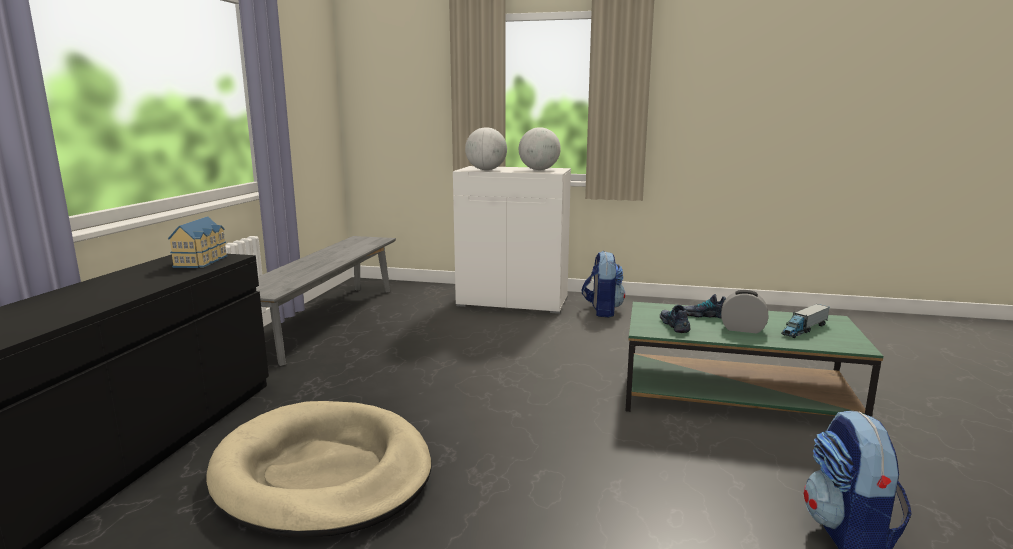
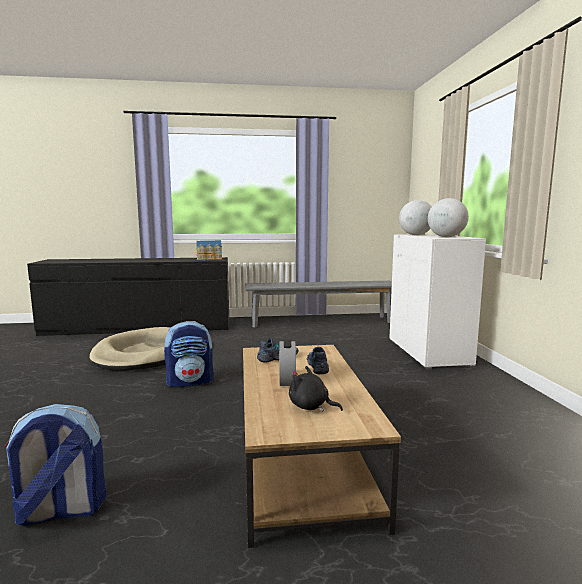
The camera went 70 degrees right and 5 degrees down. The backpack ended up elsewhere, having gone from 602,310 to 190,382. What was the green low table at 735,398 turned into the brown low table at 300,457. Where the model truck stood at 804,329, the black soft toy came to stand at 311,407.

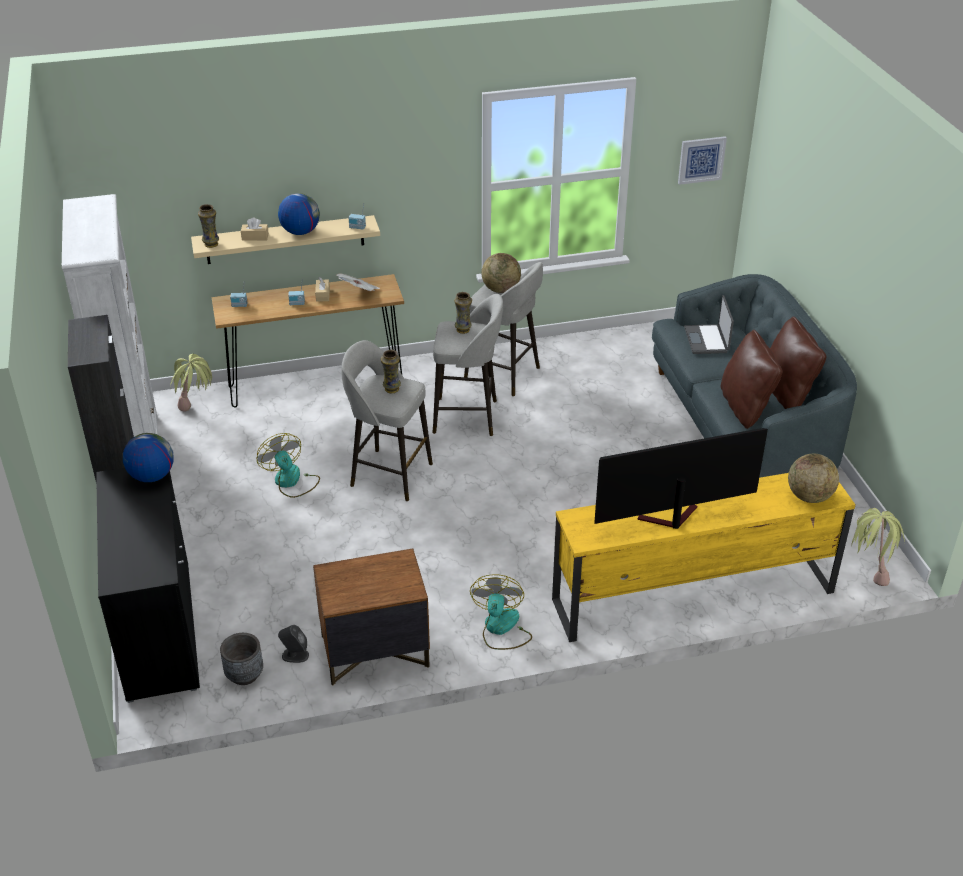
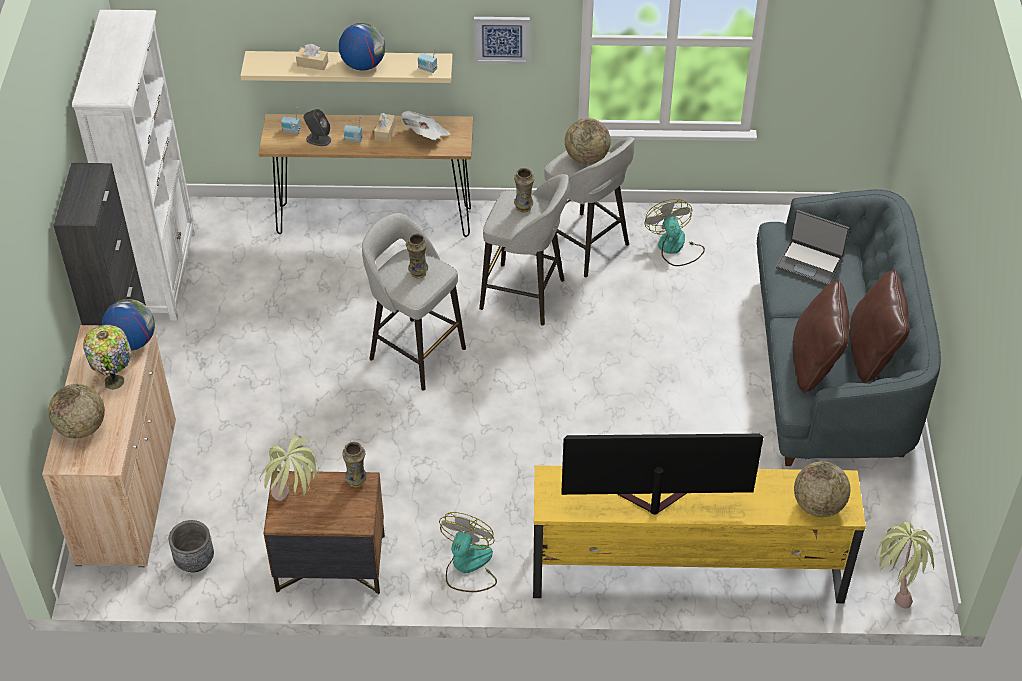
The camera went 15 degrees right and 10 degrees up. The picture ended up elsewhere, having gone from 701,159 to 502,39. The vase ended up elsewhere, having gone from 211,244 to 356,481. The portable computer at 707,340 ended up facing another way, 75 degrees counterclockwise from before. The plant in a pot ended up elsewhere, having gone from 198,412 to 296,506. The cooling fan ended up elsewhere, having gone from 291,481 to 674,248. What was the black storage cabinet at 159,630 turned into the beige storage cabinet at 127,491. The gray audio speaker ended up elsewhere, having gone from 295,655 to 318,139. The second view gained the table lamp at 115,380. The second view gained the globe at 82,428.

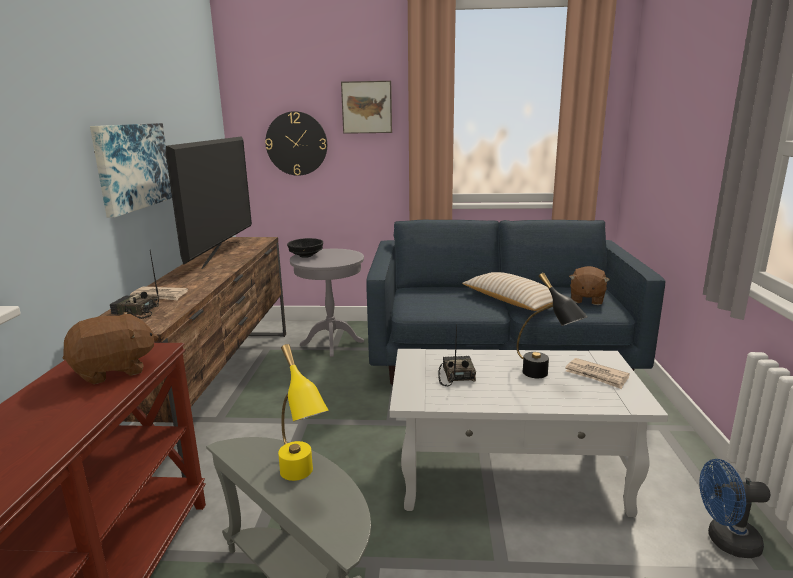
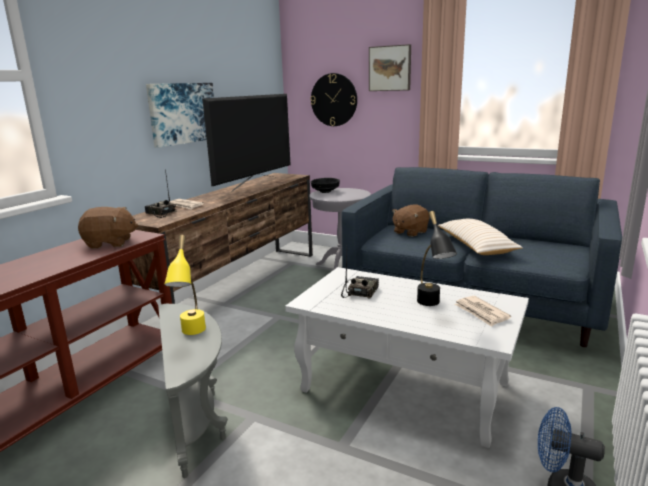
The camera went 25 degrees right and 0 degrees up. The brown soft toy ended up elsewhere, having gone from 586,299 to 410,232.

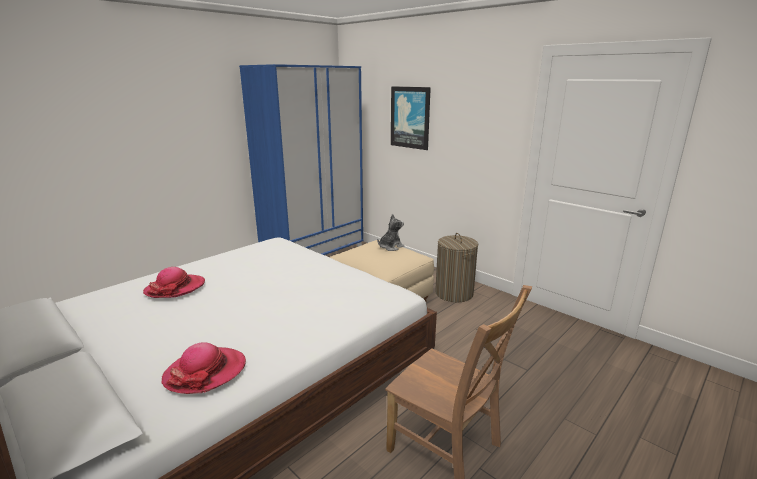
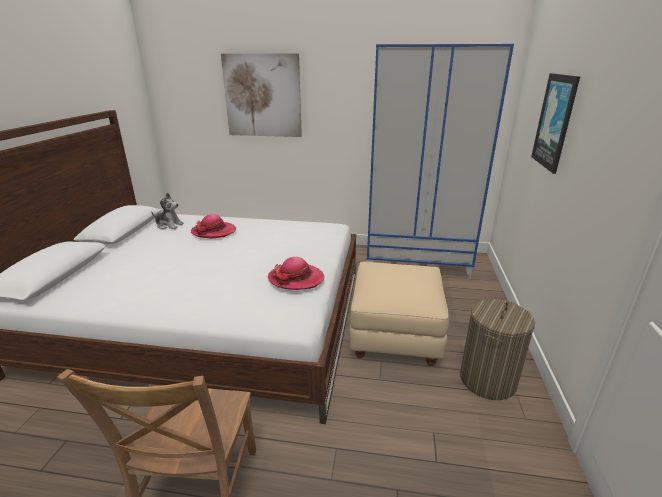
The camera went 55 degrees right and 5 degrees up. The soft toy ended up elsewhere, having gone from 390,247 to 169,225. The clothing hat ended up elsewhere, having gone from 205,372 to 296,279. The second view gained the picture at 262,96.

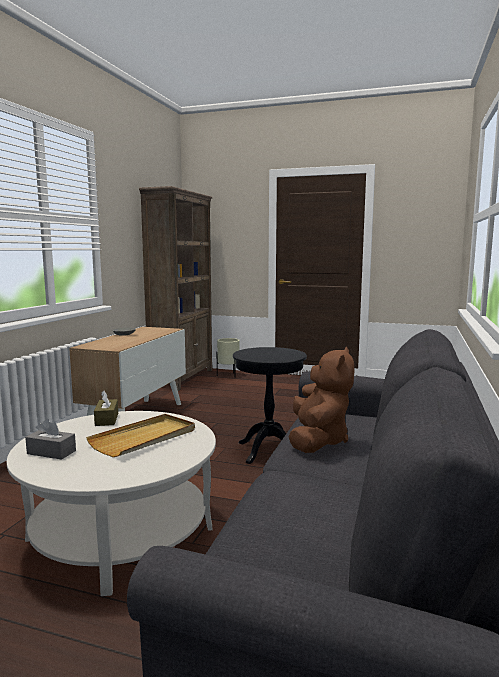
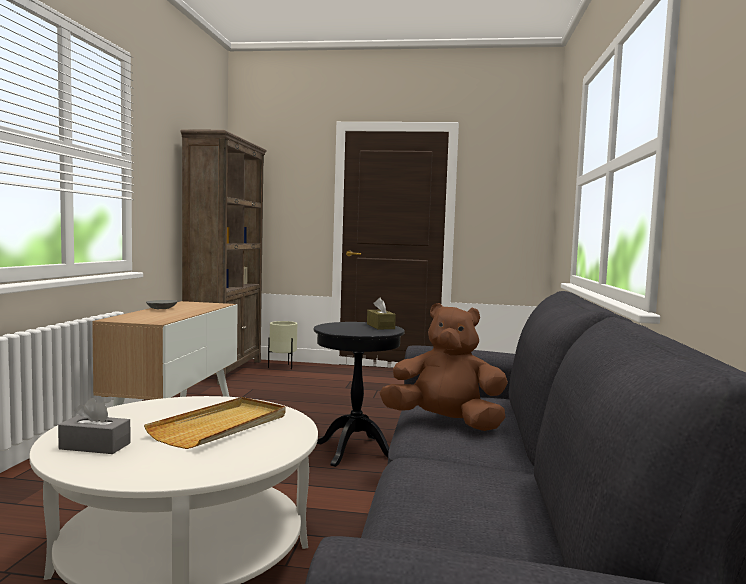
The camera went 10 degrees left and 5 degrees down. The brown soft toy at 318,440 ended up facing another way, 75 degrees counterclockwise from before. The brown tissue holder ended up elsewhere, having gone from 107,419 to 380,326.

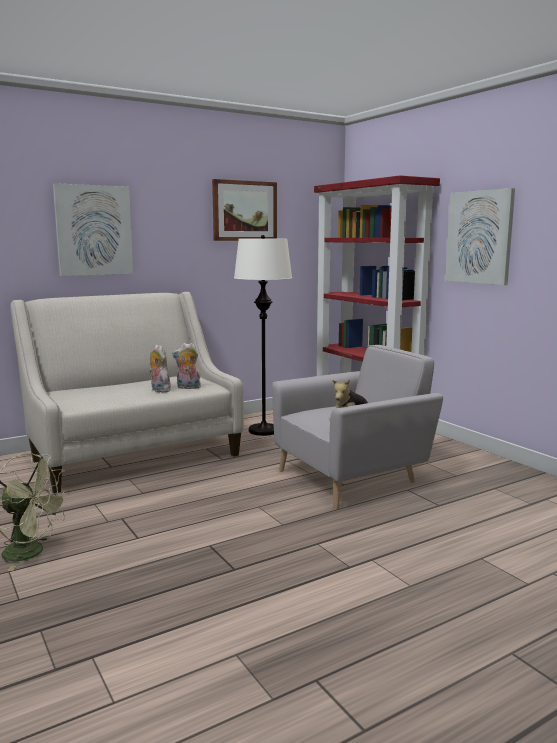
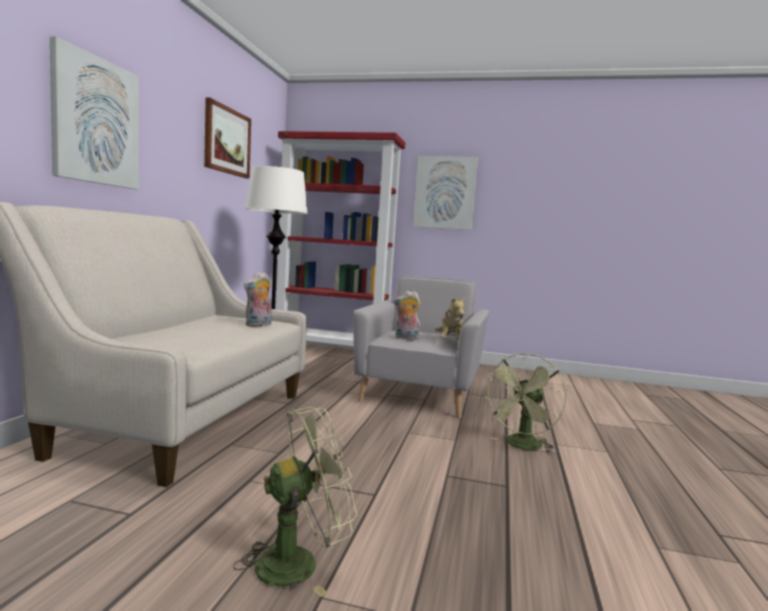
The camera went 45 degrees left and 5 degrees down. The soft toy ended up elsewhere, having gone from 159,390 to 406,338. The second view gained the green cooling fan at 521,446.

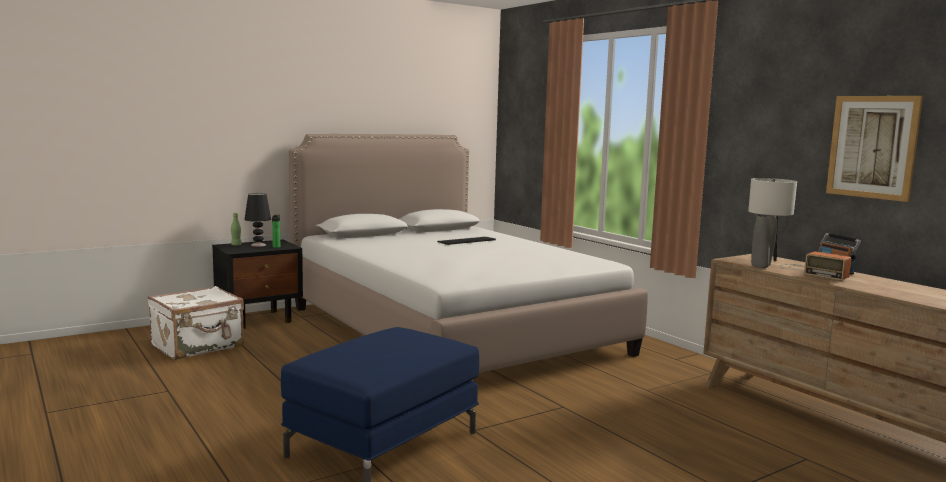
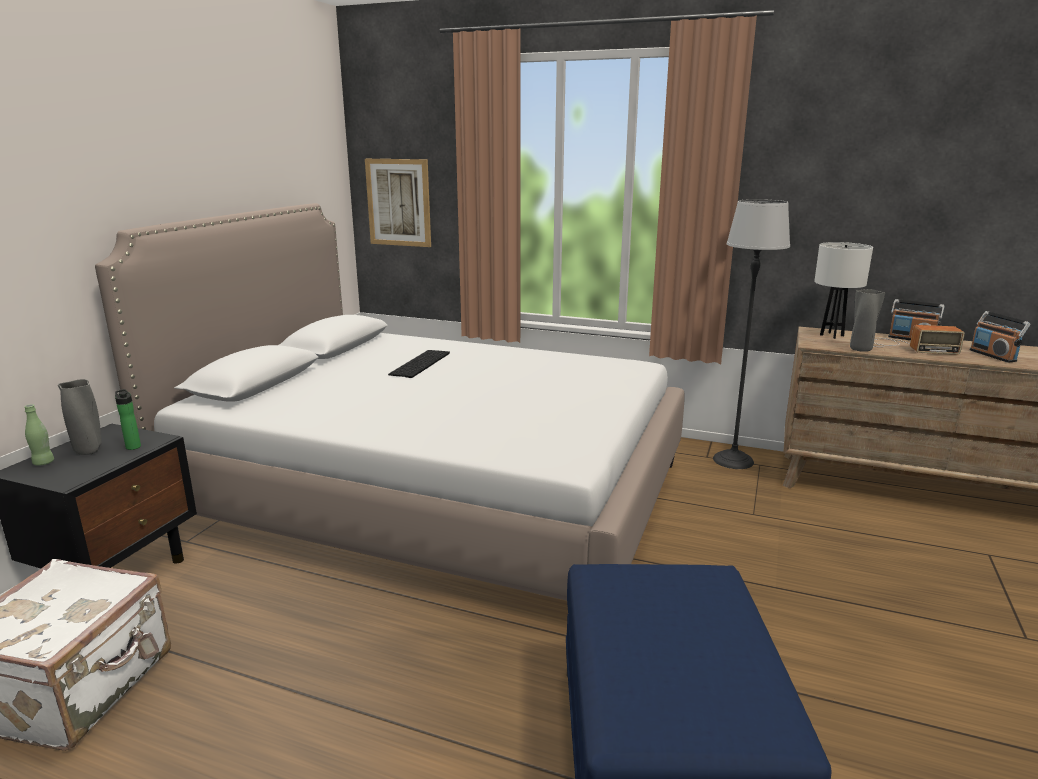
The camera went 35 degrees left and 10 degrees up. The picture ended up elsewhere, having gone from 872,147 to 398,202. Where the black table lamp stood at 258,245, the gray vase came to stand at 89,451. The second view gained the standard lamp at 733,460. The second view gained the radio at 993,355.

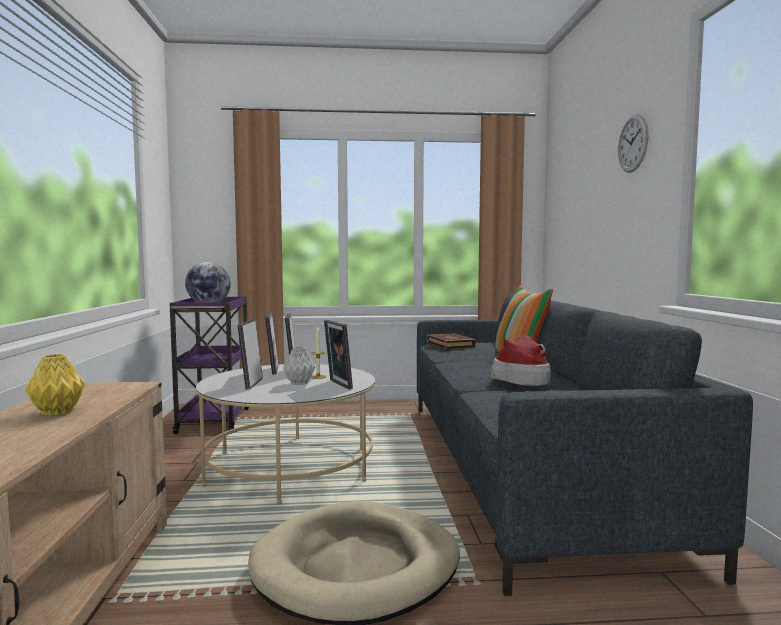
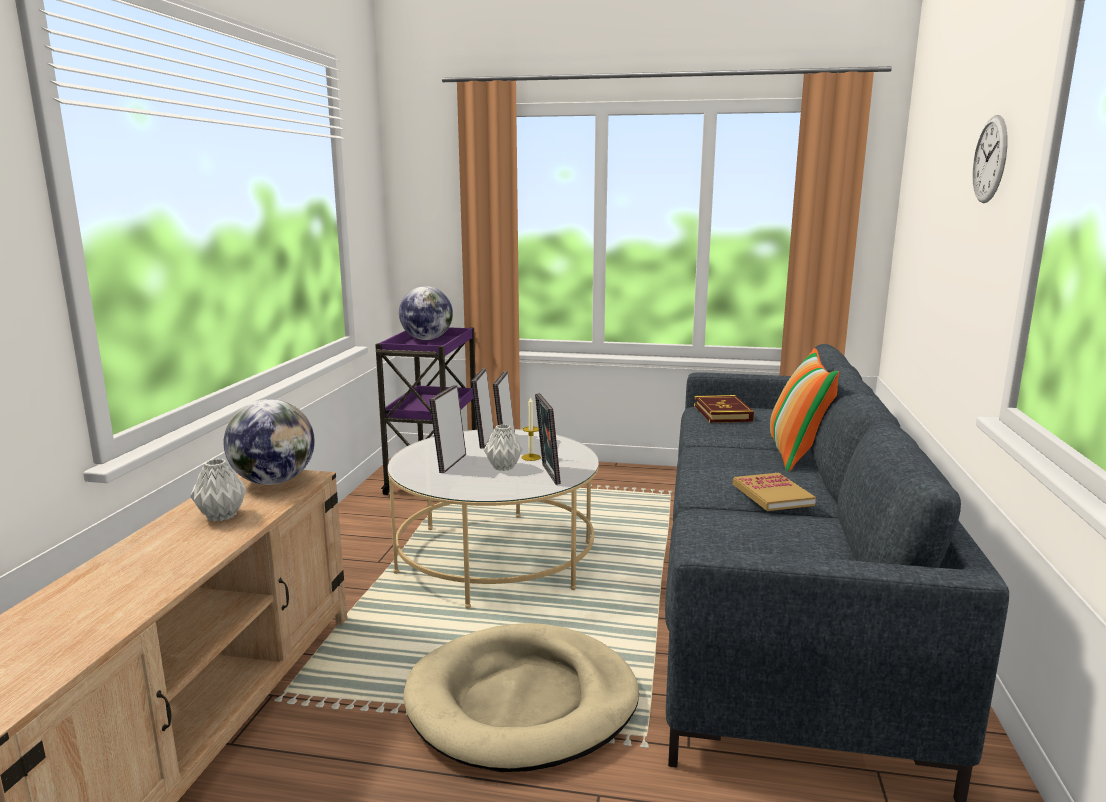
The camera went 15 degrees right and 10 degrees up. Where the clothing hat stood at 523,378, the book came to stand at 772,495. What was the yellow vase at 56,412 turned into the gray vase at 220,516. The second view gained the globe at 274,481.

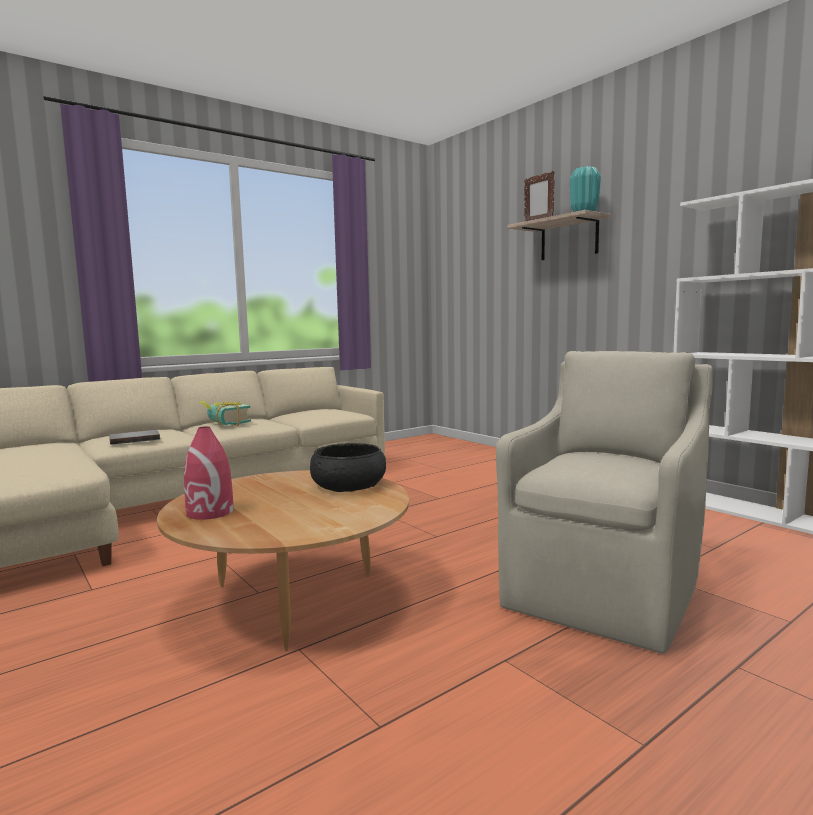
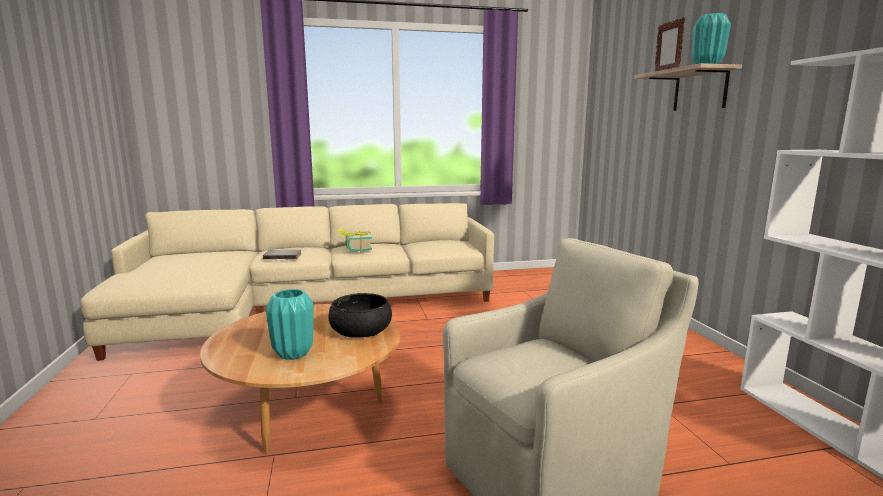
The camera went 25 degrees right and 5 degrees up. The second view lost the red vase at 210,512. The second view gained the blue-green vase at 293,354.

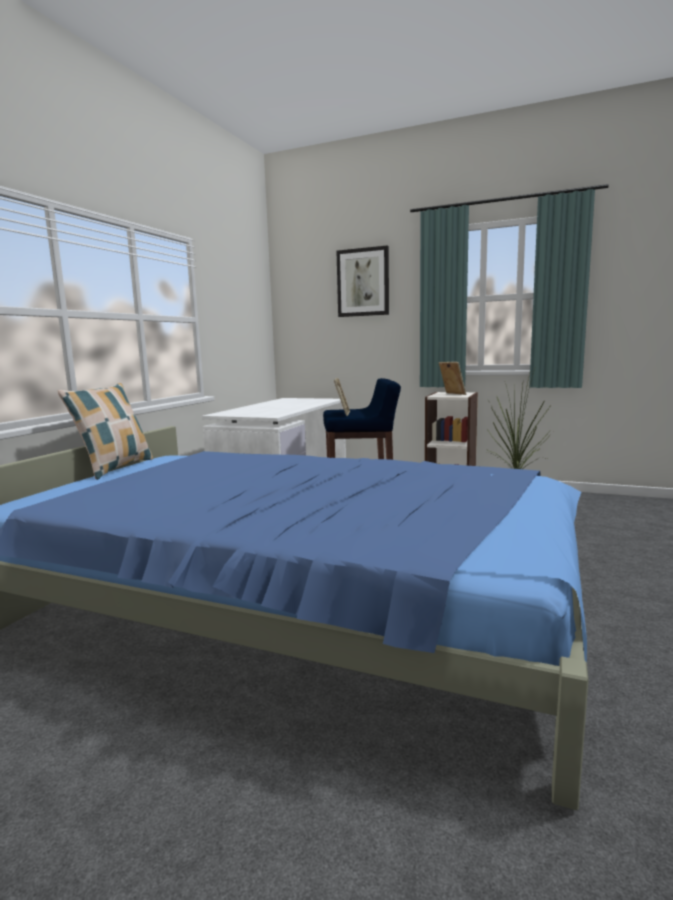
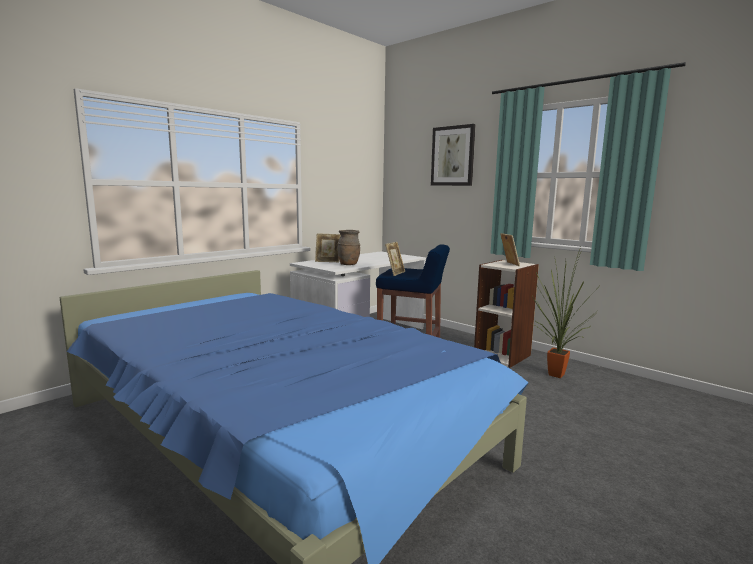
The camera went 20 degrees right and 0 degrees up. The second view lost the pillow at 115,468. The second view gained the brown vase at 348,264. The second view gained the standing frame at 328,261.

